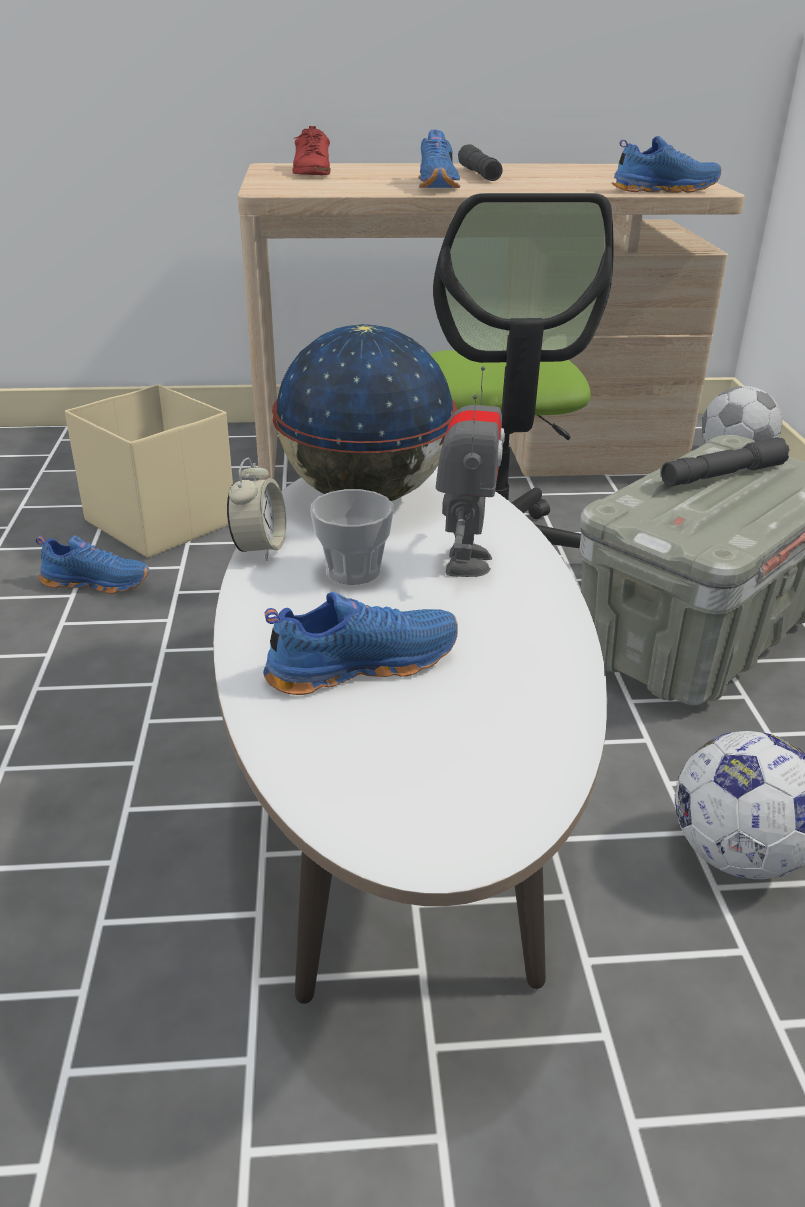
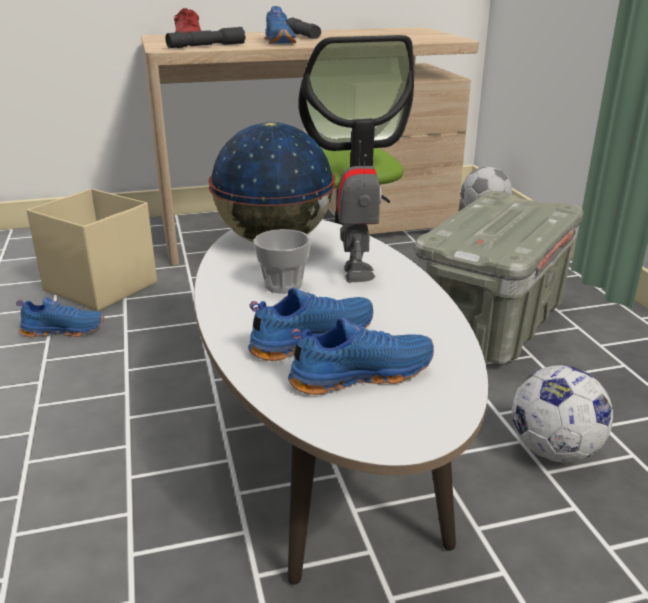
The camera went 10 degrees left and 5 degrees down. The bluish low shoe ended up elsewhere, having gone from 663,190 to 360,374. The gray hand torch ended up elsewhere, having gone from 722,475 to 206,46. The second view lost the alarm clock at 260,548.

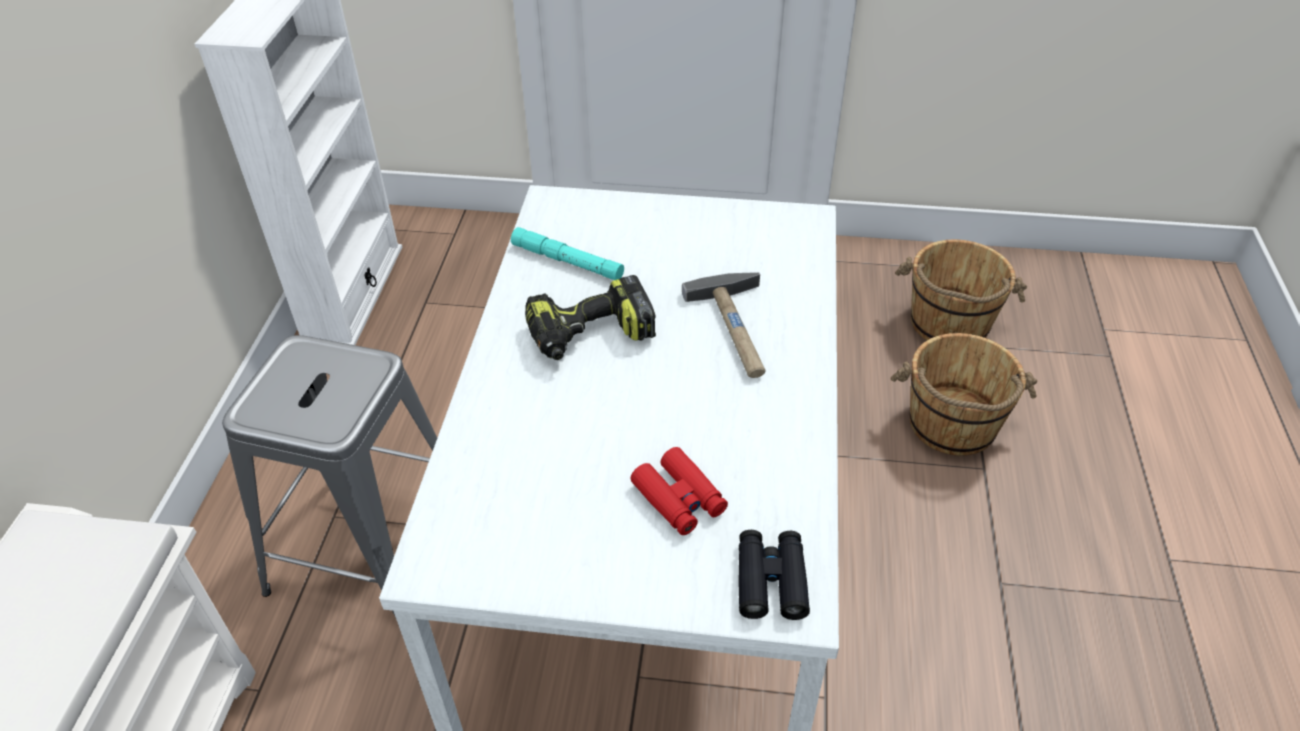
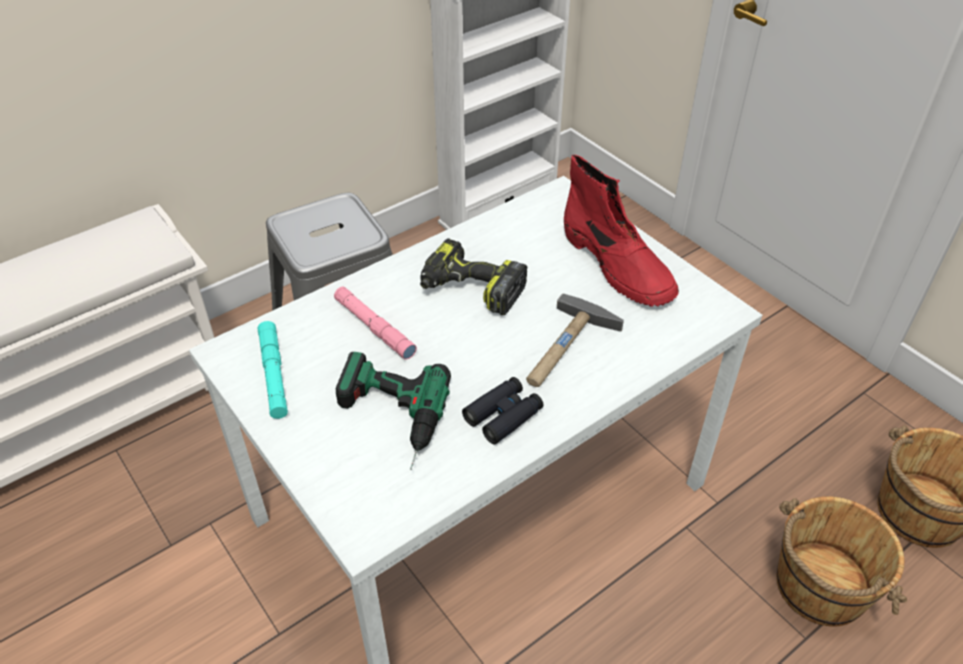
The camera went 45 degrees right and 0 degrees up. The blue-green hand torch ended up elsewhere, having gone from 567,261 to 274,374. Where the red binoculars stood at 679,499, the electric drill came to stand at 387,419. The black binoculars ended up elsewhere, having gone from 771,580 to 503,415. The second view gained the red boot at 618,266. The second view gained the pinkish hand torch at 374,328.

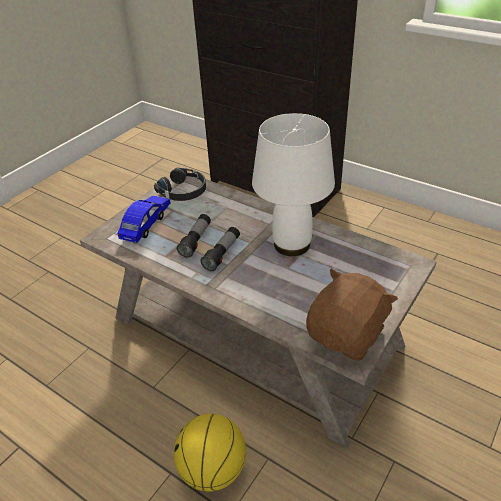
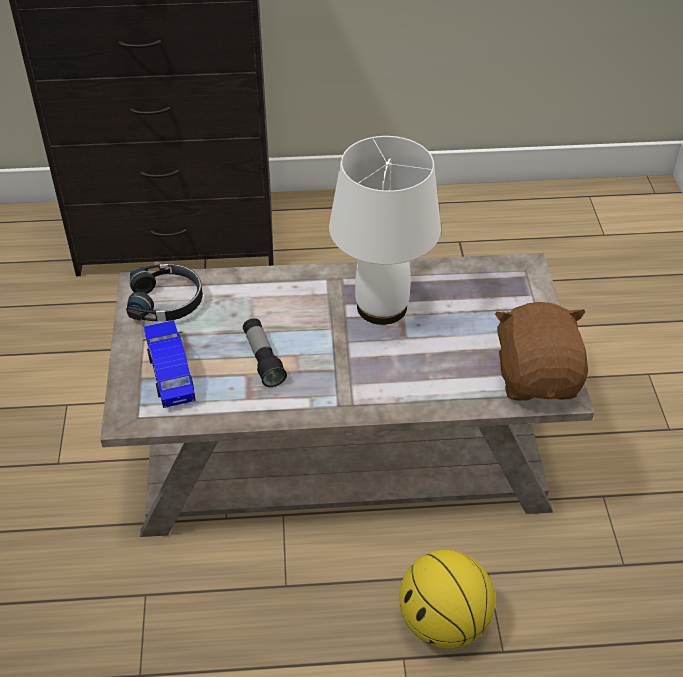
The camera went 40 degrees left and 5 degrees up. The second view lost the hand torch at 222,254.

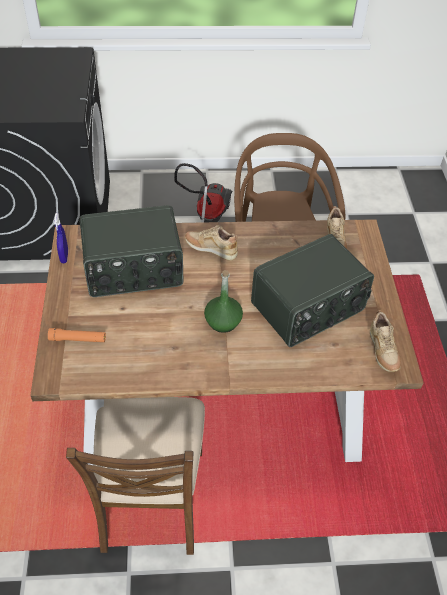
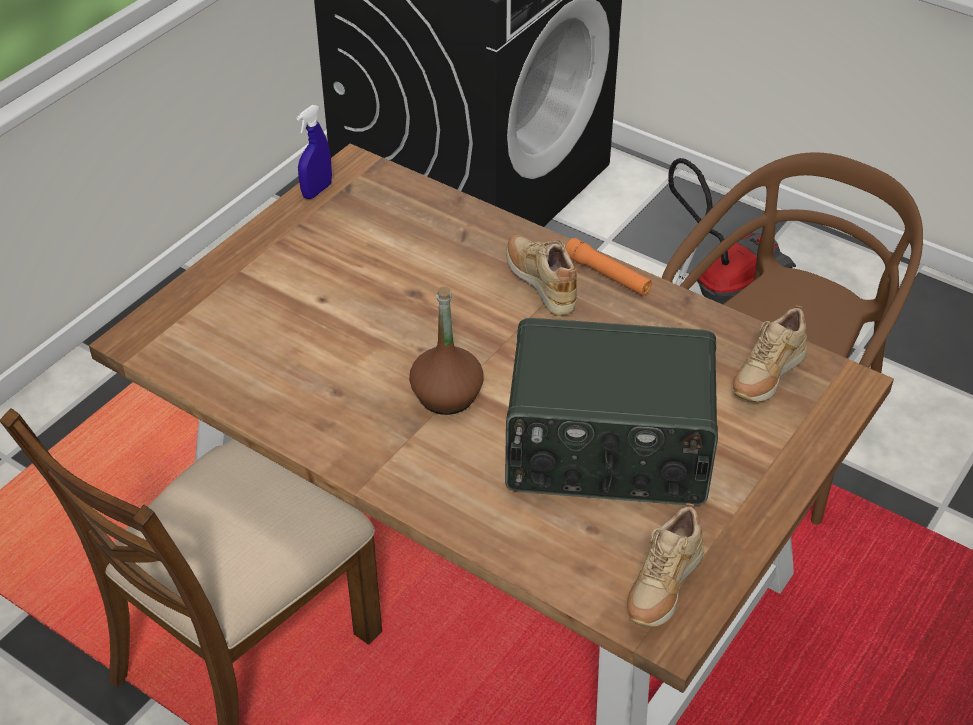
The camera went 40 degrees right and 5 degrees down. The second view lost the radio at 133,270. What was the green beverage bottle at 223,321 turned into the brown beverage bottle at 447,396. The orange-coloured hand torch ended up elsewhere, having gone from 78,339 to 607,275.

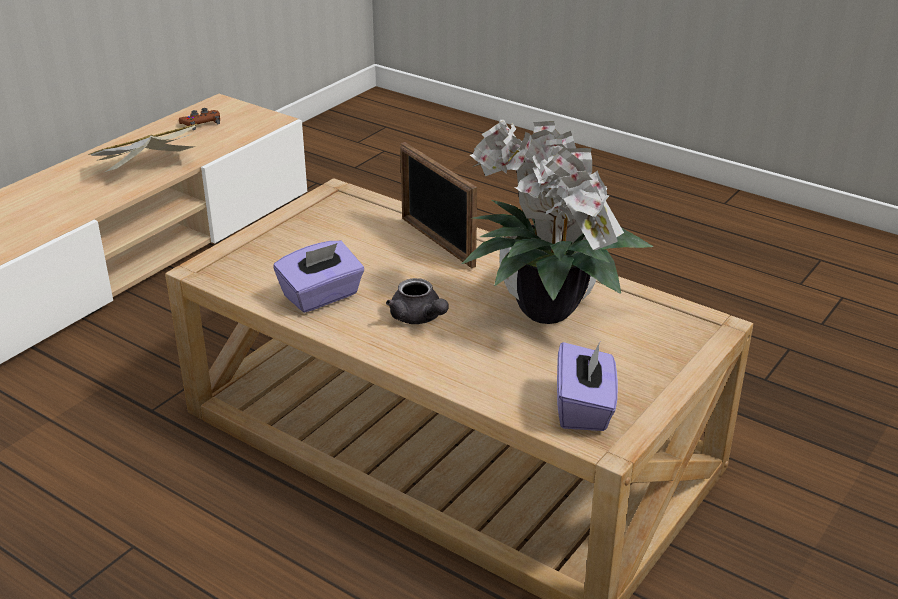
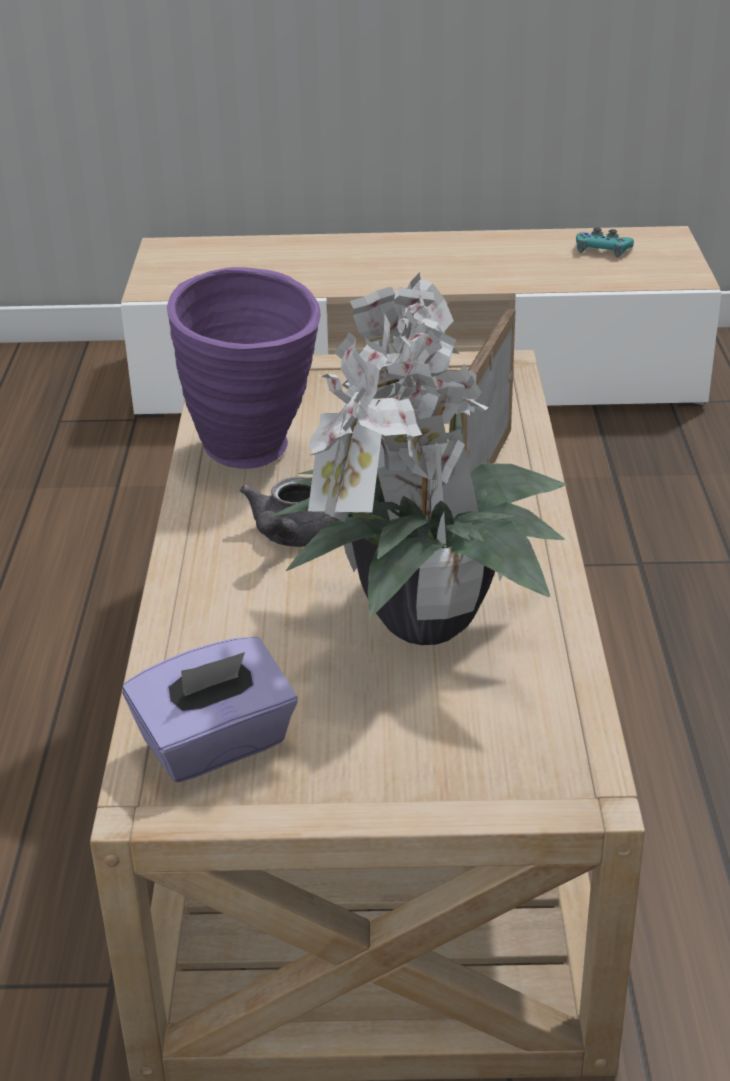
The camera went 55 degrees right and 0 degrees up. What was the brown gamepad at 201,123 turned into the blue-green gamepad at 603,250. The second view lost the book at 148,167. Where the purplish tissue holder stood at 321,296, the purplish vase came to stand at 256,457.

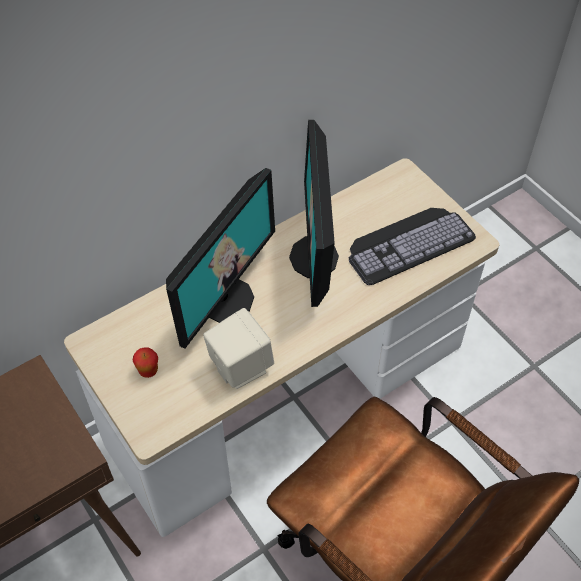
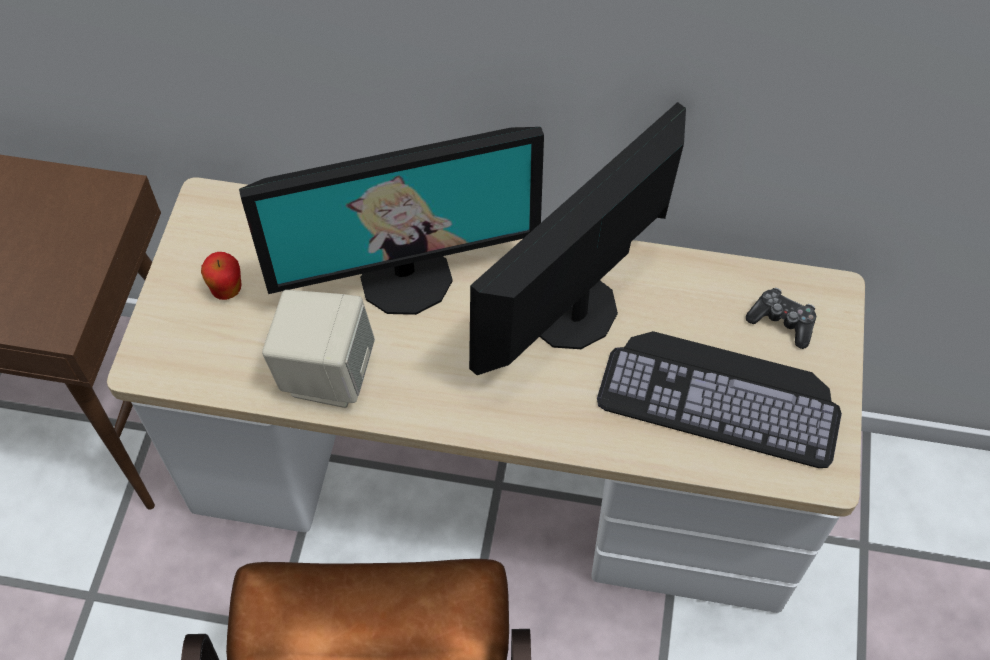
The camera went 45 degrees right and 5 degrees up. The second view gained the gamepad at 782,322.

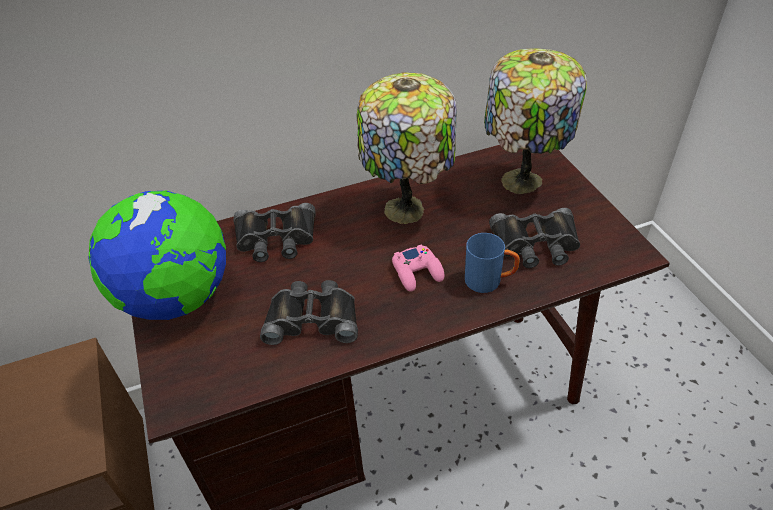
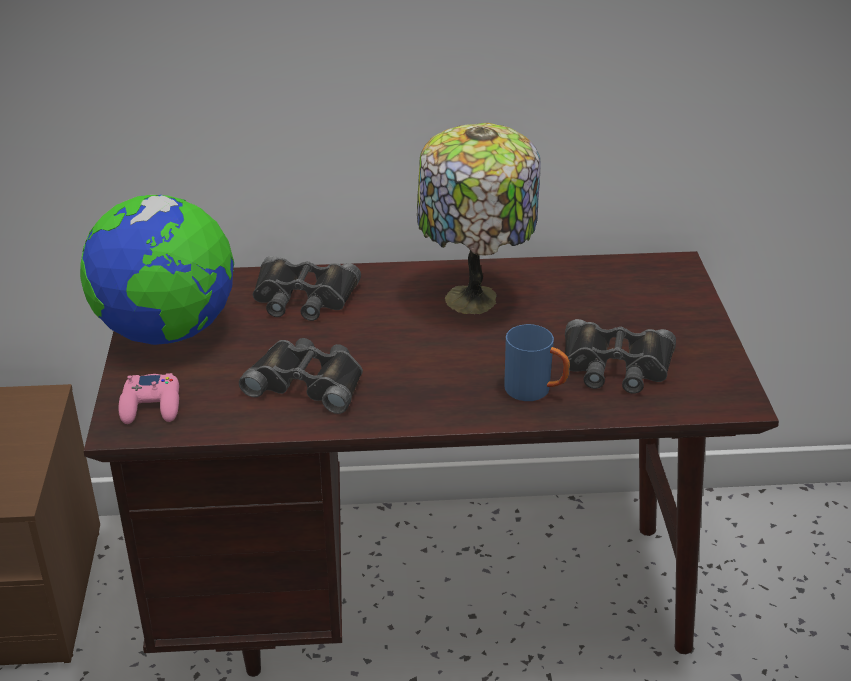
The camera went 15 degrees right and 10 degrees down. The second view lost the table lamp at 521,183. The pinkish gamepad ended up elsewhere, having gone from 418,272 to 152,406.

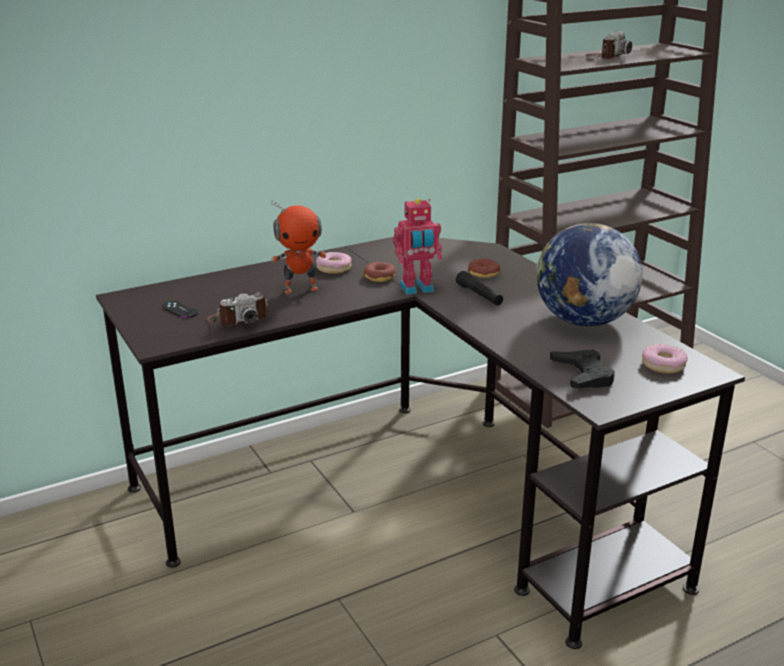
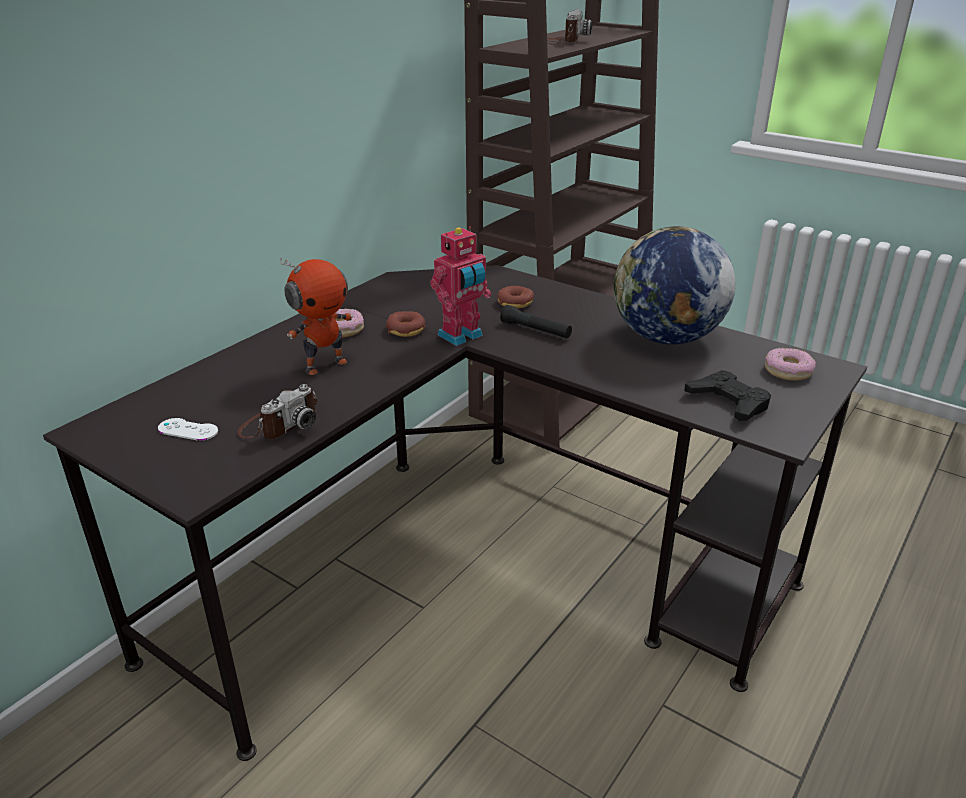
The camera went 25 degrees left and 5 degrees up. What was the black gamepad at 180,310 turned into the white-coloured gamepad at 188,430.

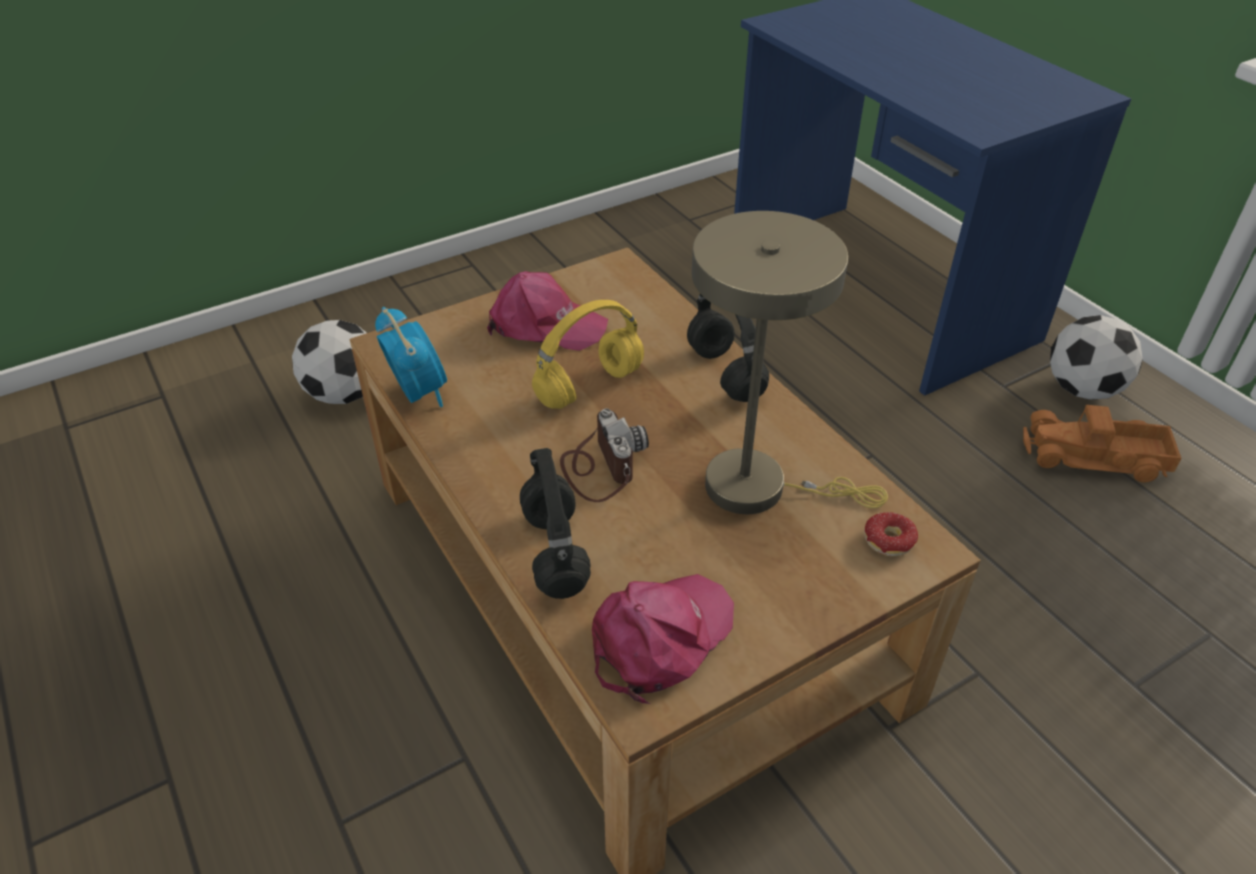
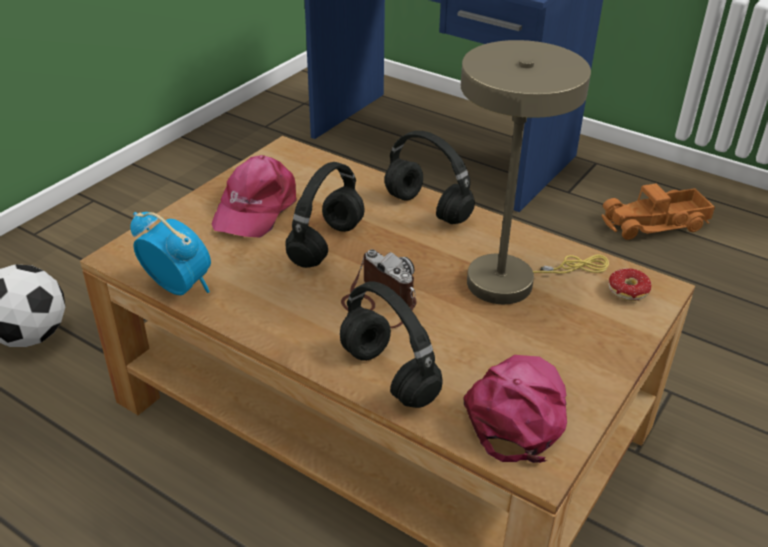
The camera went 25 degrees left and 5 degrees down. The pinkish baseball cap at 545,325 ended up facing another way, 120 degrees clockwise from before. What was the yellow pair of headphones at 590,385 turned into the black pair of headphones at 326,243. The second view lost the ball for football at 1082,389.

